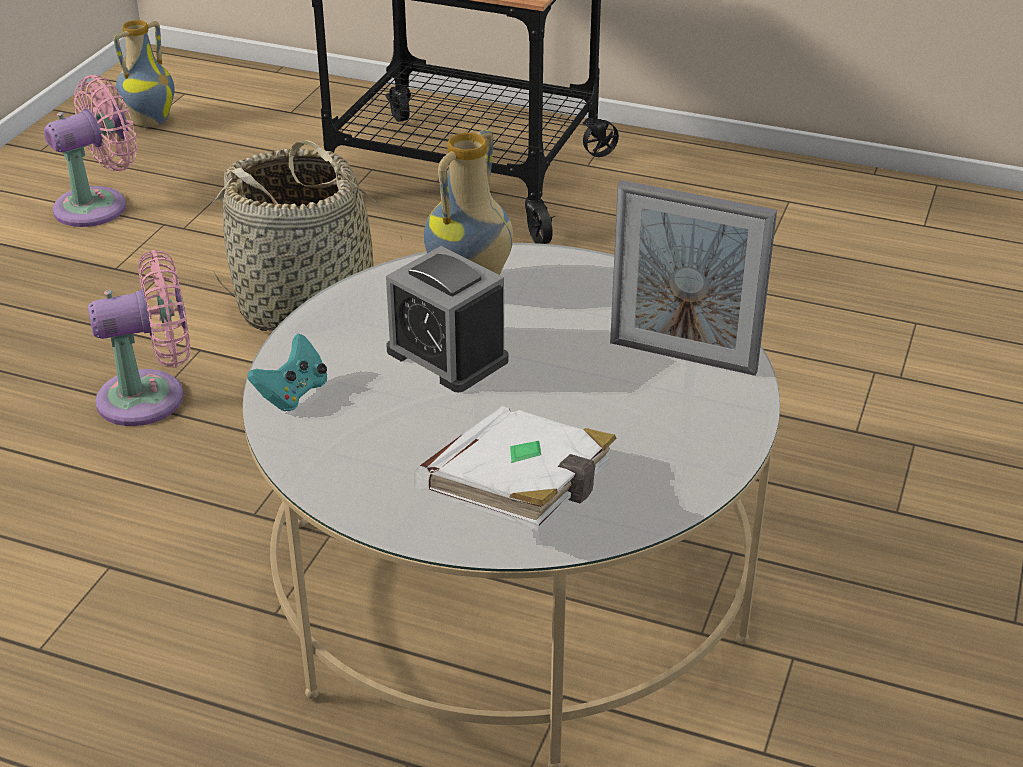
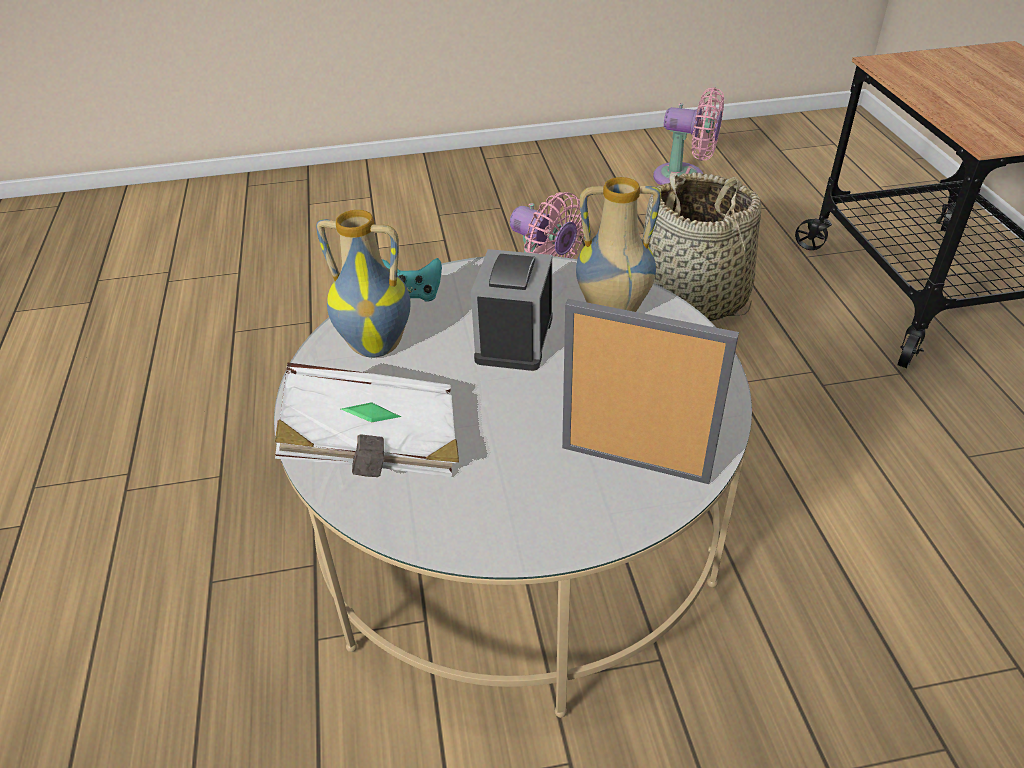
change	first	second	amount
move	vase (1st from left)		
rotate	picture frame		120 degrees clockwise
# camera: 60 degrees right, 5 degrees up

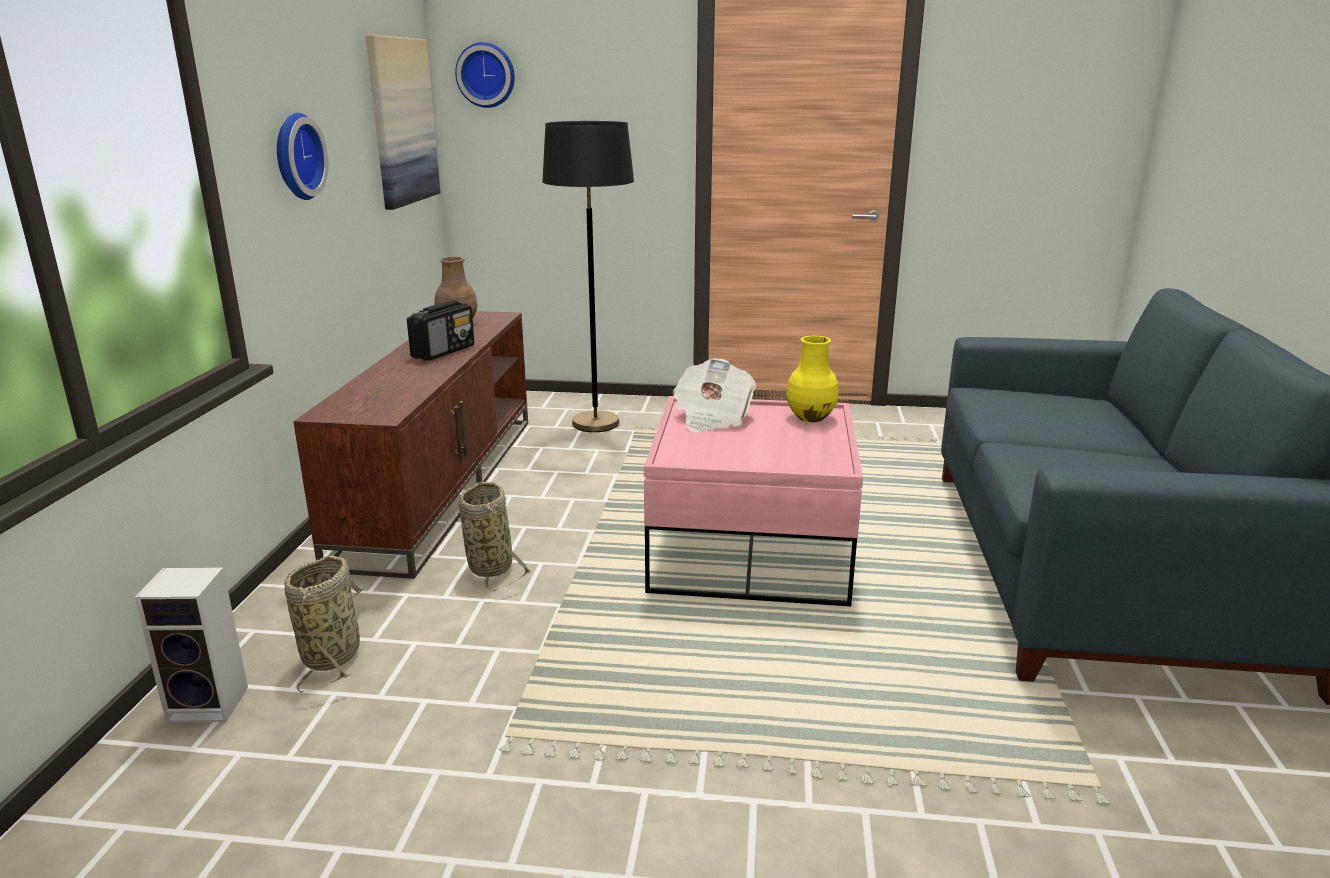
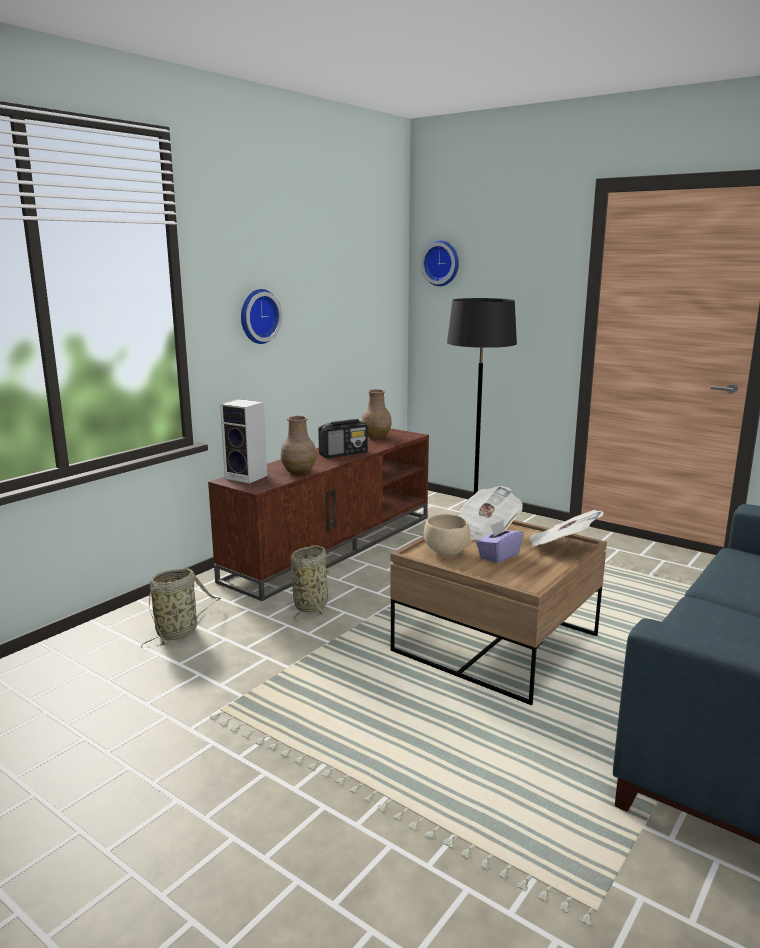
change	first	second	amount
move	speaker		
delete	picture		
recolor	pink coffee table	brown coffee table	
replace	yellow vase	newspaper (2nd from left)	
insert		brown vase (1st from left)	
insert		beige bowl	
insert		purple tissue box	
# camera: 30 degrees right, 5 degrees down

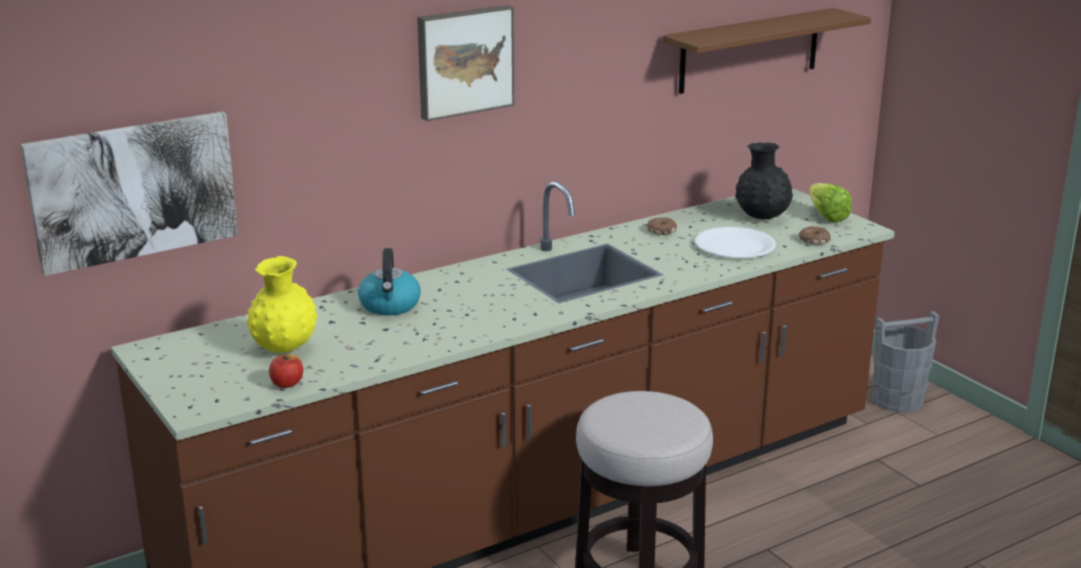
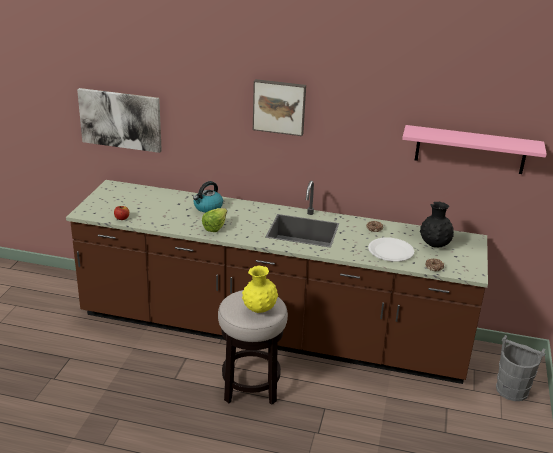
change	first	second	amount
move	yellow vase		
recolor	brown shelf	pink shelf	
move	lettuce		
# camera: 45 degrees right, 5 degrees up

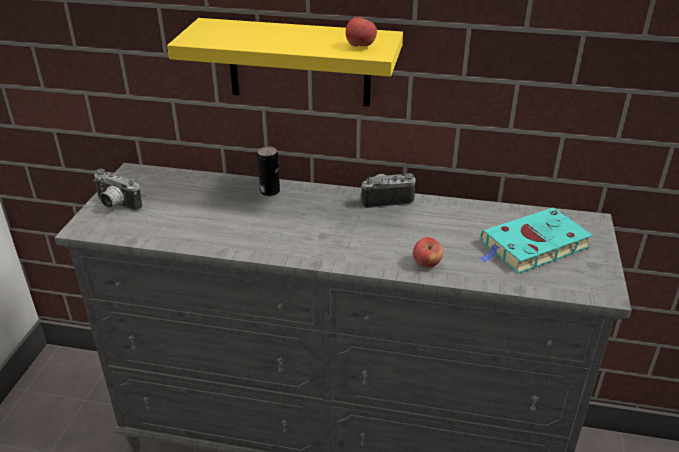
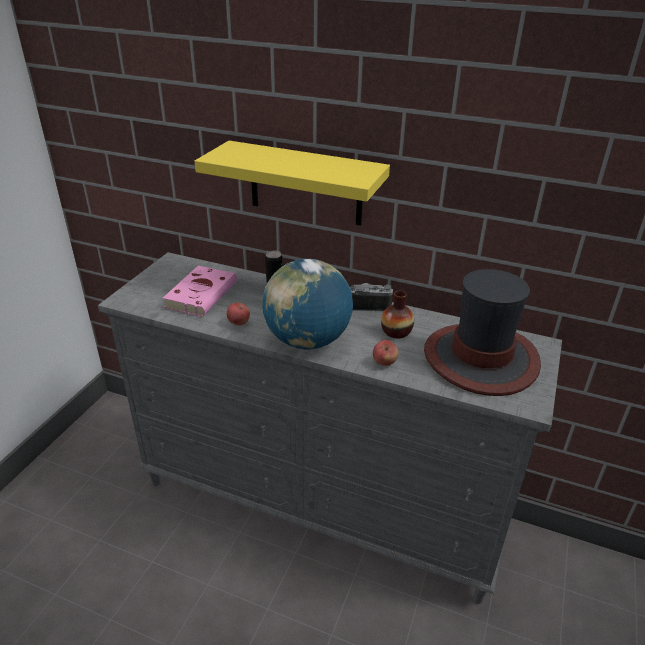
change	first	second	amount
delete	photo camera (1st from left)		
move	apple (1st from left)		
replace	turquoise book	hat	
insert		pink book	
insert		globe	
insert		vase	
# camera: 10 degrees right, 0 degrees up

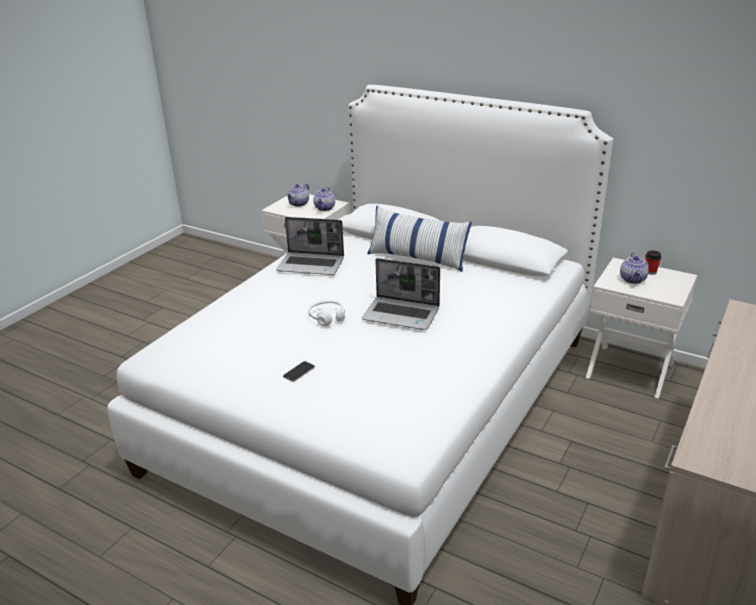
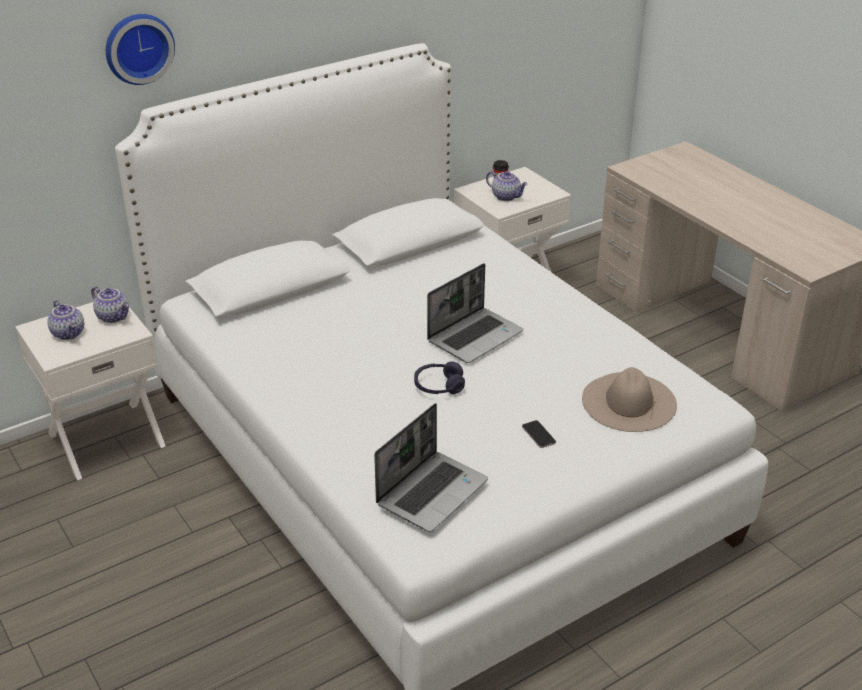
change	first	second	amount
move	laptop (1st from left)		
recolor	white headphones	purple headphones	
delete	pillow		
insert		wall clock	
insert		beige hat	
# camera: 65 degrees left, 5 degrees up

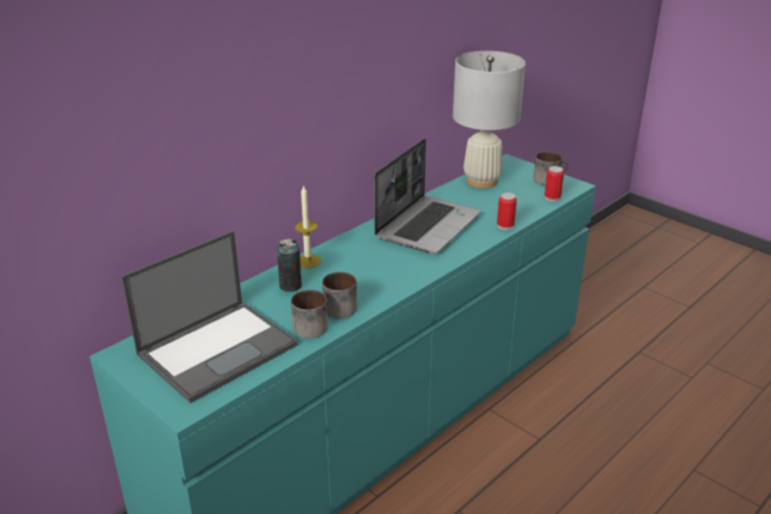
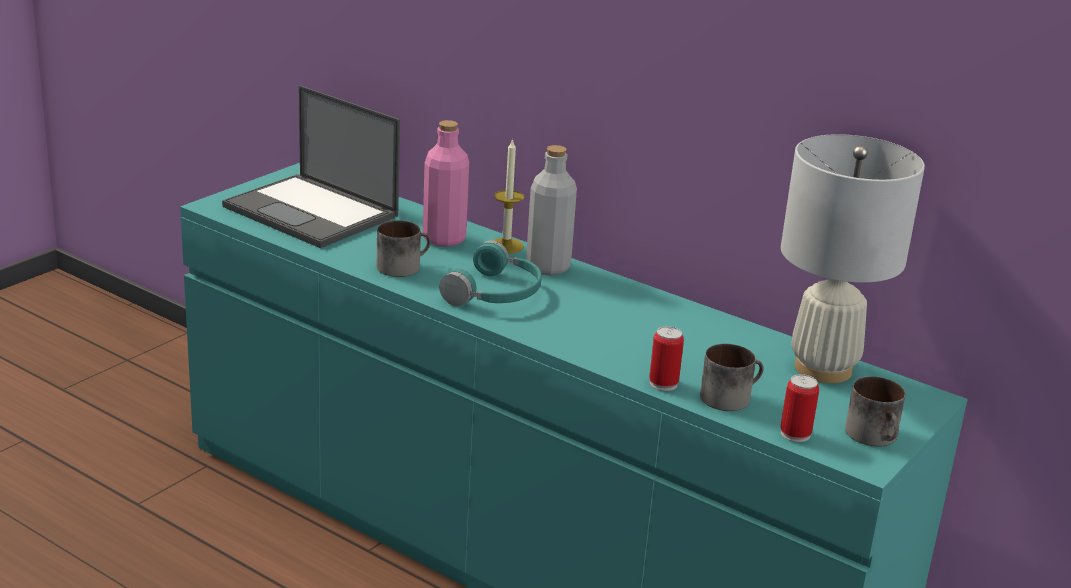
change	first	second	amount
replace	can (1st from left)	pink bottle	
move	mug (1st from left in the first image)	mug (2nd from left)	
delete	laptop (2nd from left)		
insert		turquoise headphones	
insert		grey bottle	
# camera: 80 degrees right, 5 degrees down

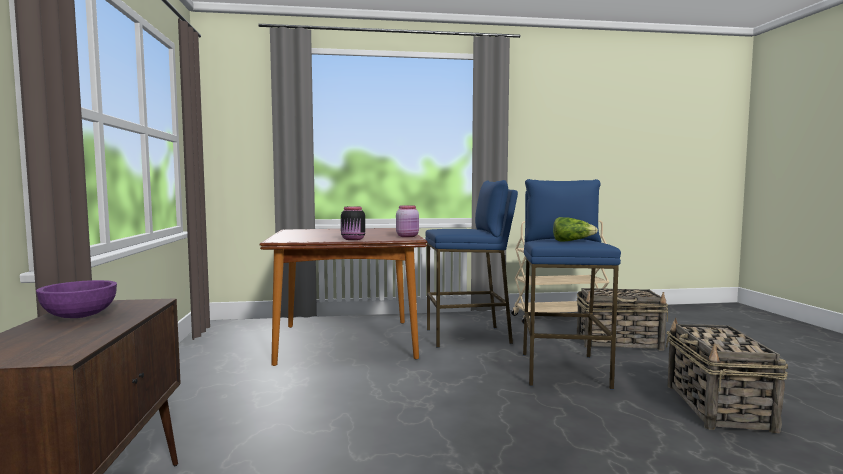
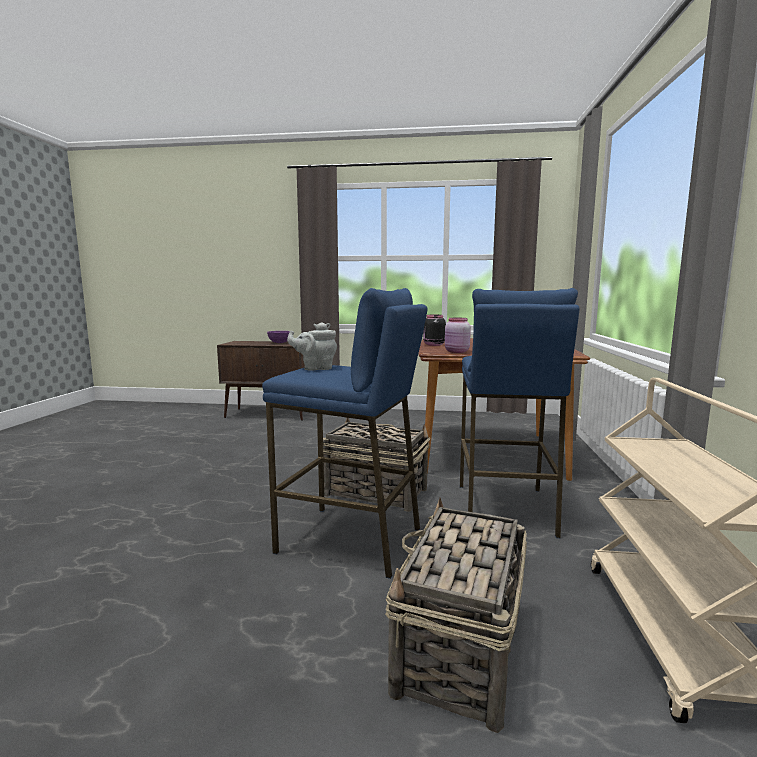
change	first	second	amount
replace	lettuce	grey teapot	
move	basket (2nd from left in the first image)	basket (1st from left)	
# camera: 105 degrees right, 5 degrees up

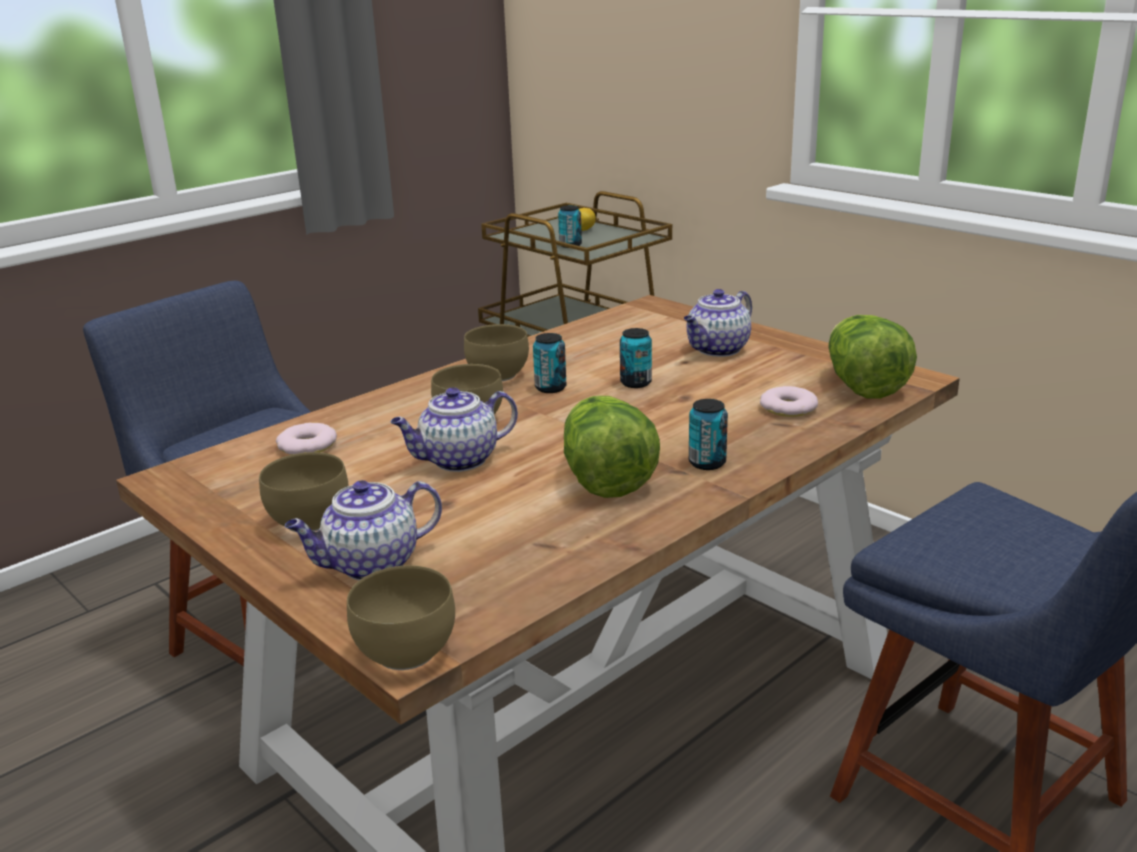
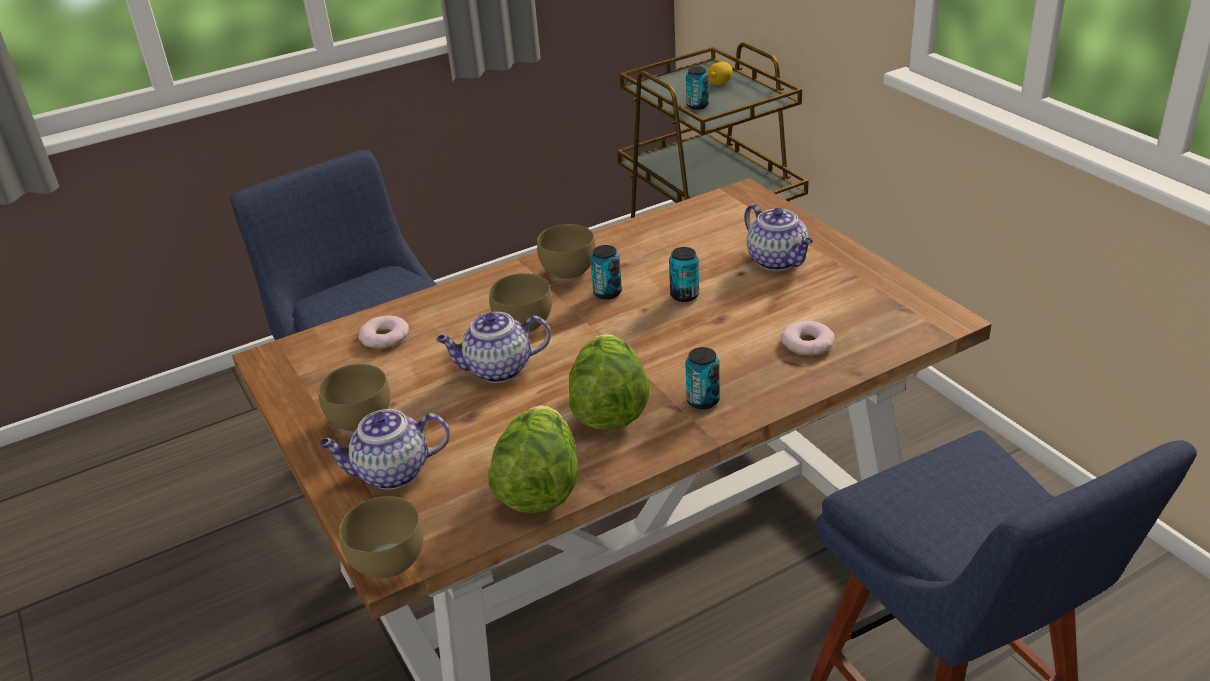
change	first	second	amount
rotate	teapot (3rd from left)		90 degrees counterclockwise
move	lettuce (2nd from left in the first image)	lettuce (1st from left)	
# camera: 15 degrees right, 10 degrees up

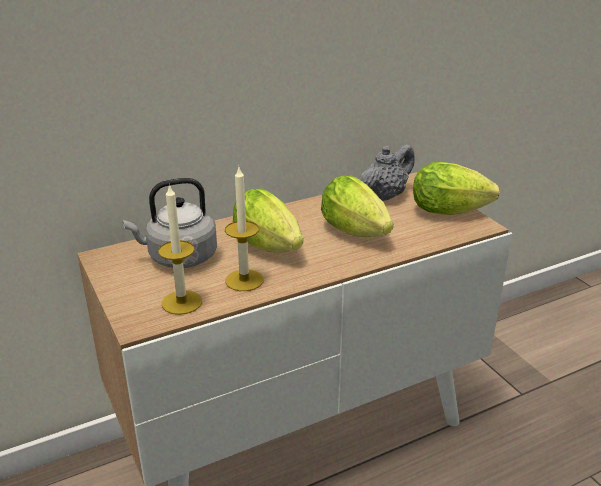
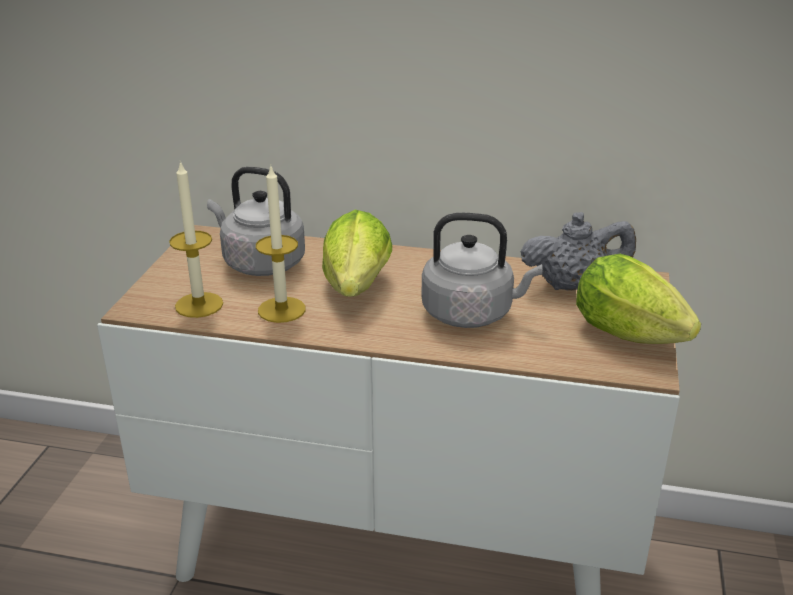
change	first	second	amount
replace	lettuce (2nd from left)	grey kettle (2nd from left)	
# camera: 40 degrees right, 0 degrees up

